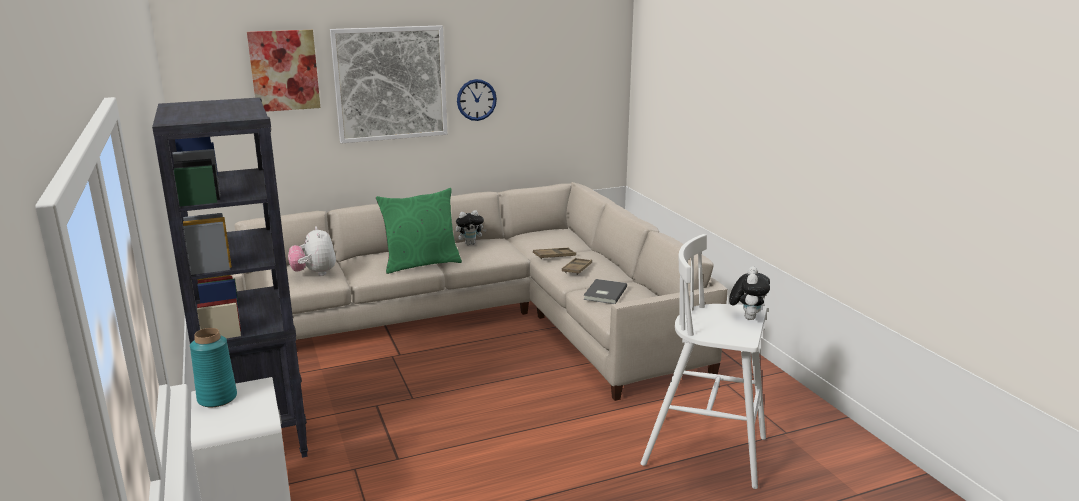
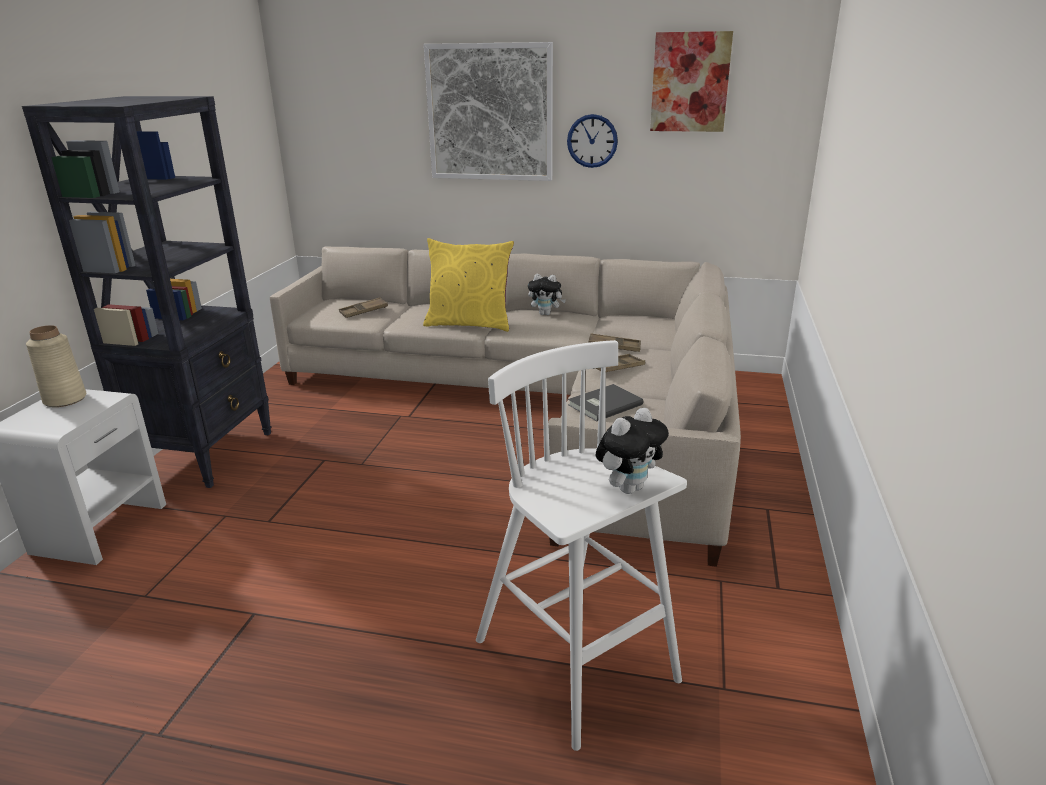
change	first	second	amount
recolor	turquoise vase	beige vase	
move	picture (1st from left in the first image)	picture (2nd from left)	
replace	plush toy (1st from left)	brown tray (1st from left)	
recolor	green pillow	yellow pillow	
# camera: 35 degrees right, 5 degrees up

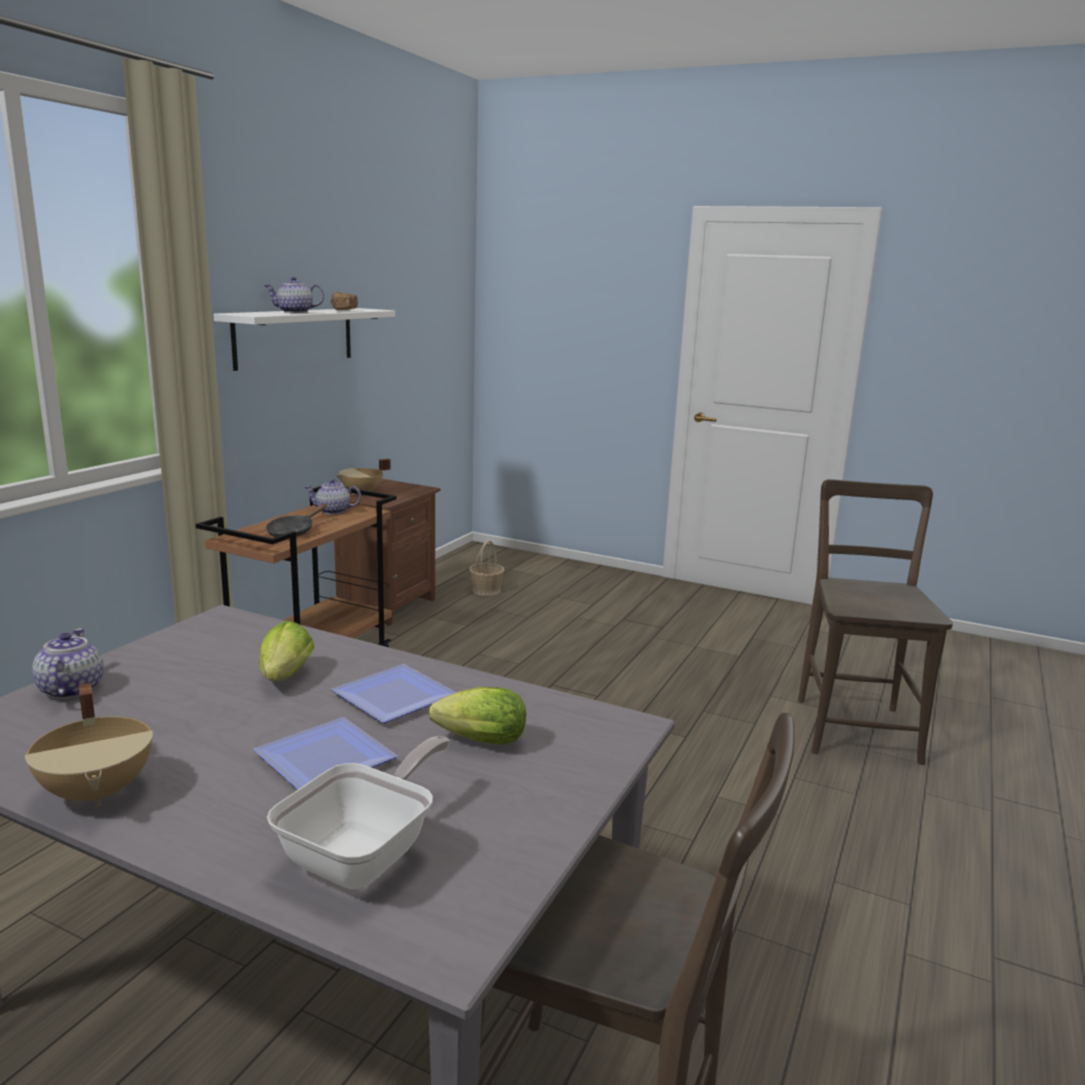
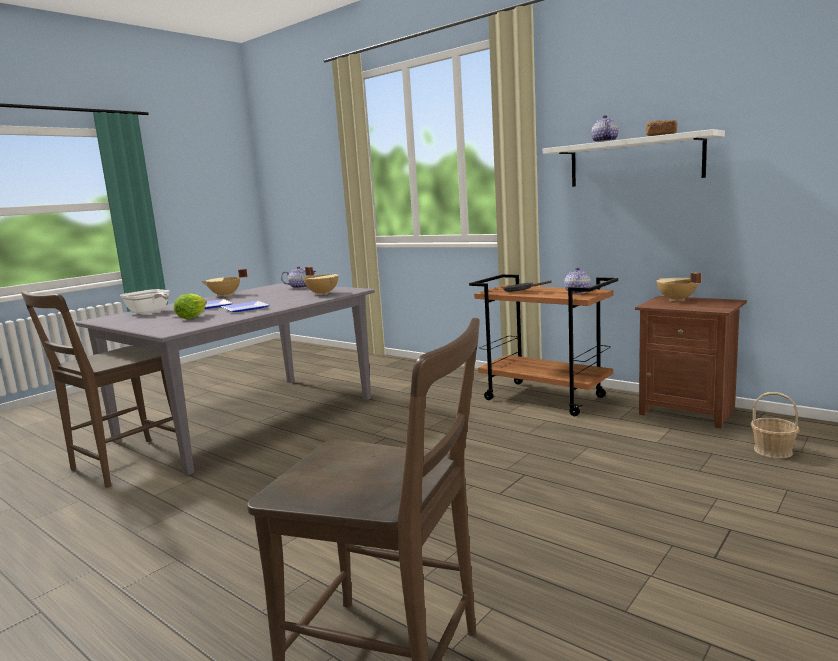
change	first	second	amount
delete	lettuce (1st from left)		
insert		beige cooking pot (2nd from left)	
# camera: 105 degrees right, 5 degrees down

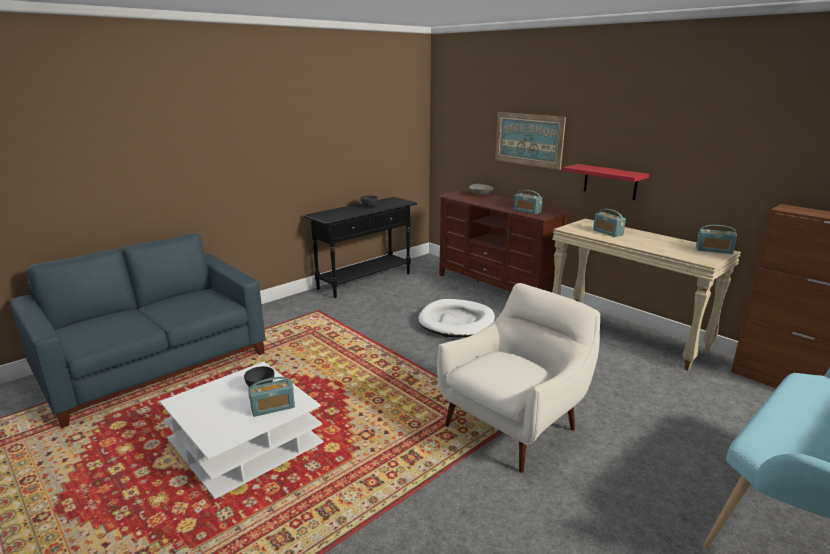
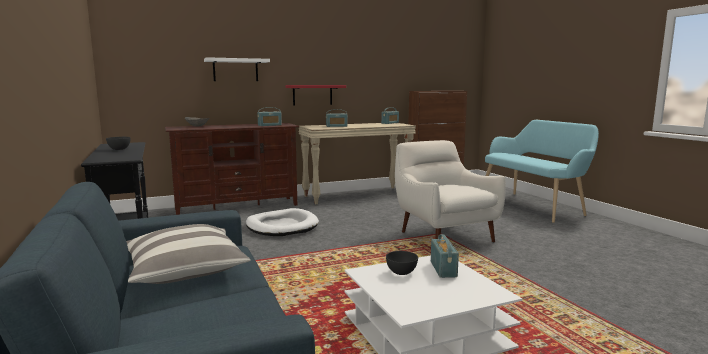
change	first	second	amount
replace	picture	white shelf	
insert		pillow	
# camera: 70 degrees left, 10 degrees down

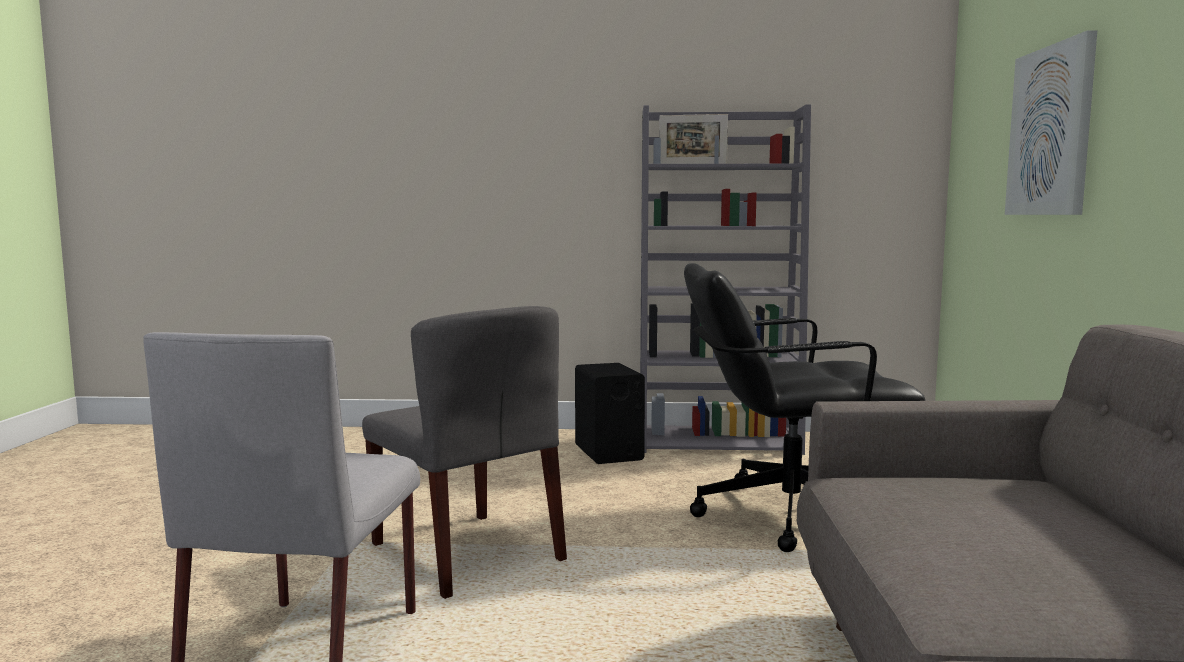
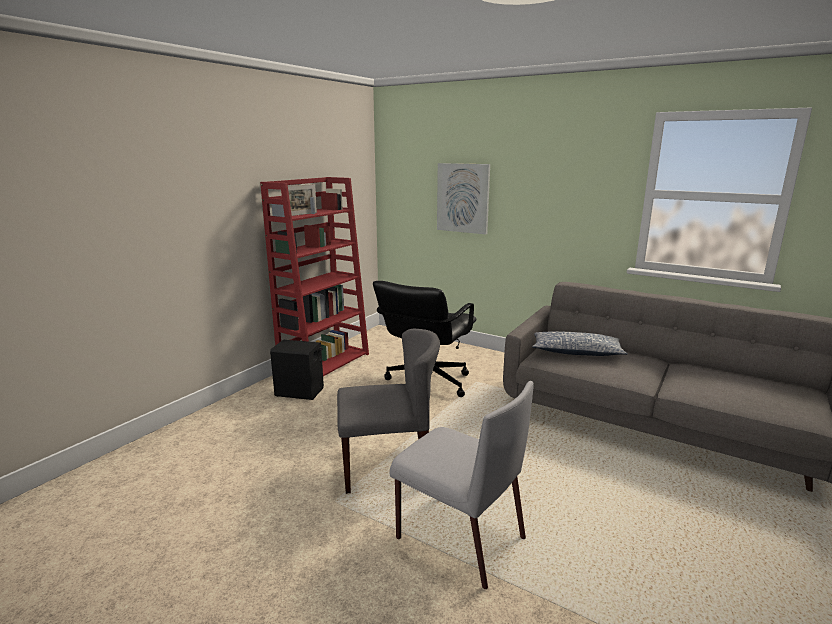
change	first	second	amount
recolor	grey bookcase	red bookcase	
insert		pillow	
# camera: 60 degrees left, 10 degrees up

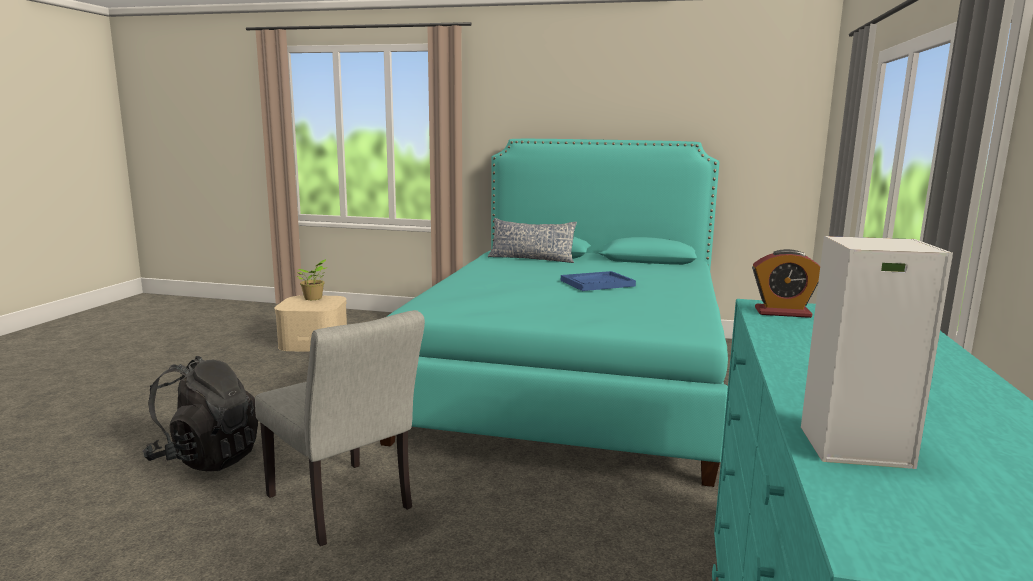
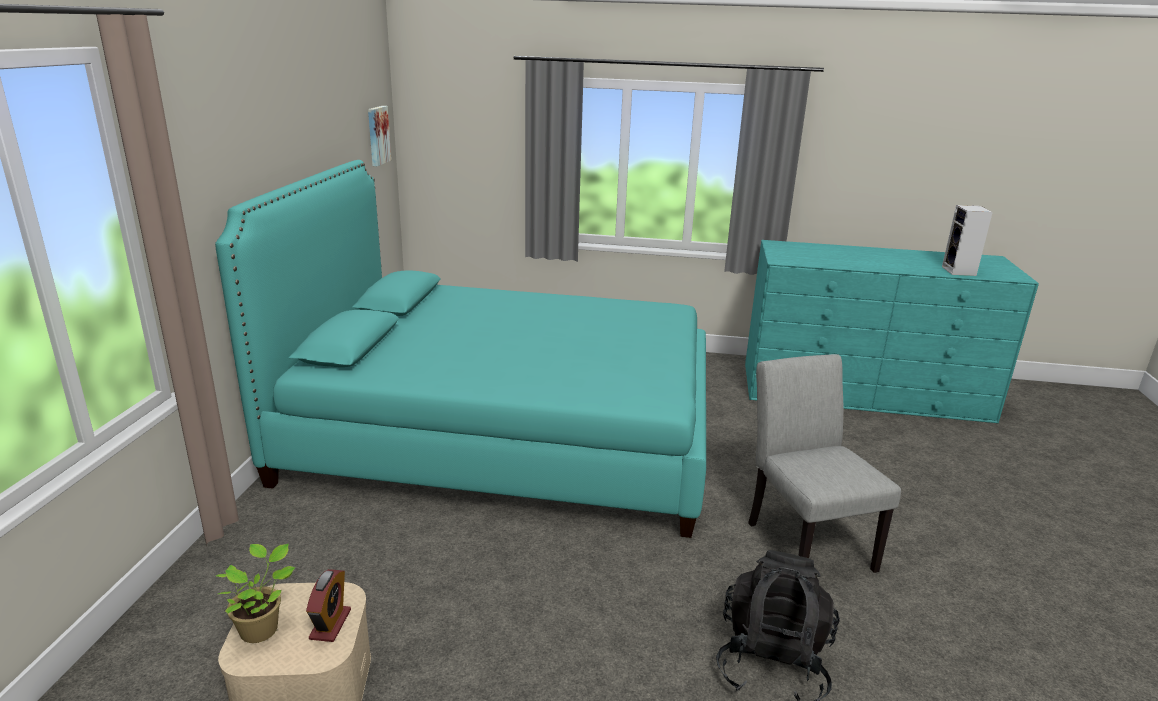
change	first	second	amount
rotate	grey chair		60 degrees counterclockwise
delete	pillow		
delete	blue tray		
move	alarm clock		
insert		picture	
# camera: 95 degrees left, 10 degrees up

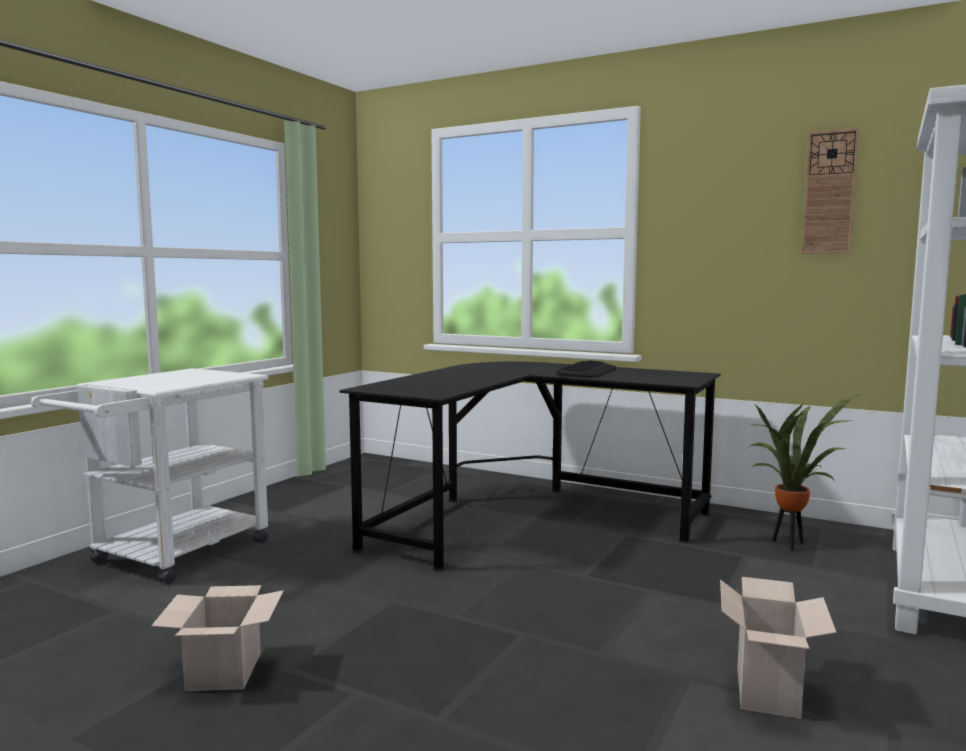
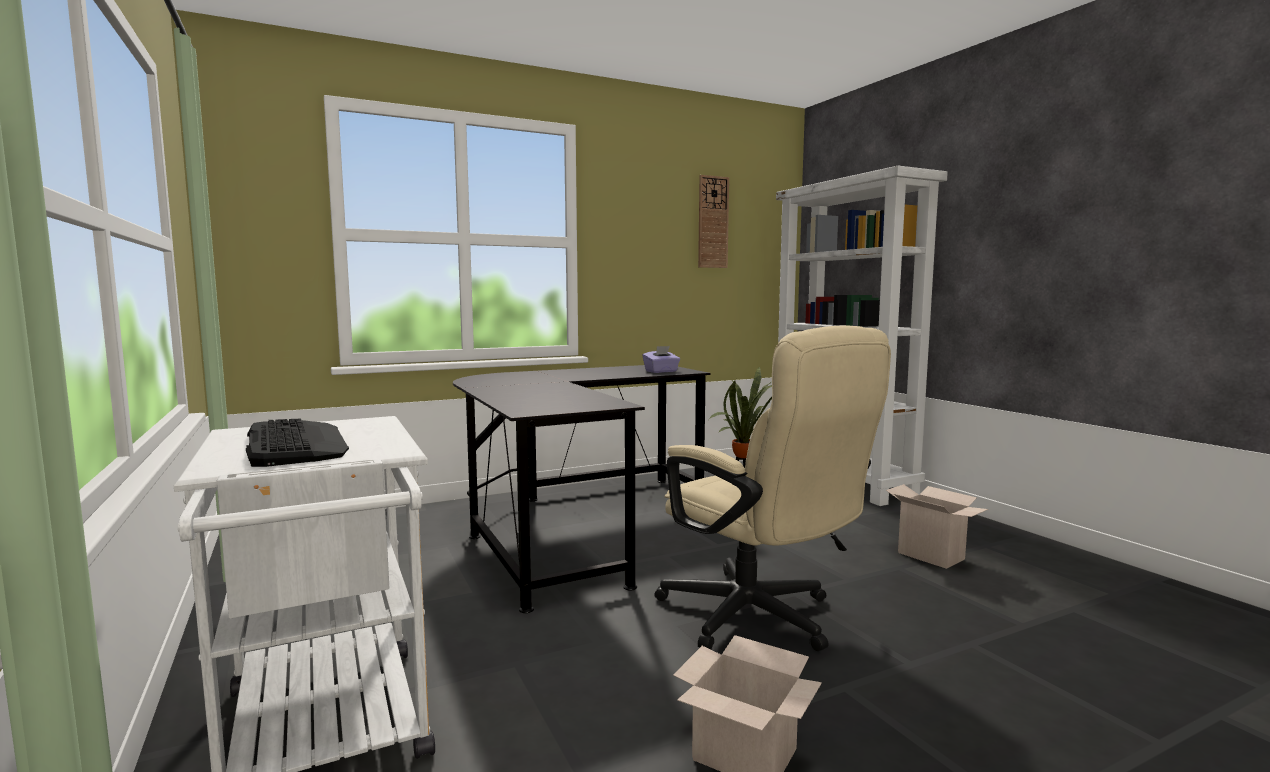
change	first	second	amount
move	keyboard		
insert		purple tissue box	
insert		beige office chair	
# camera: 55 degrees left, 0 degrees up

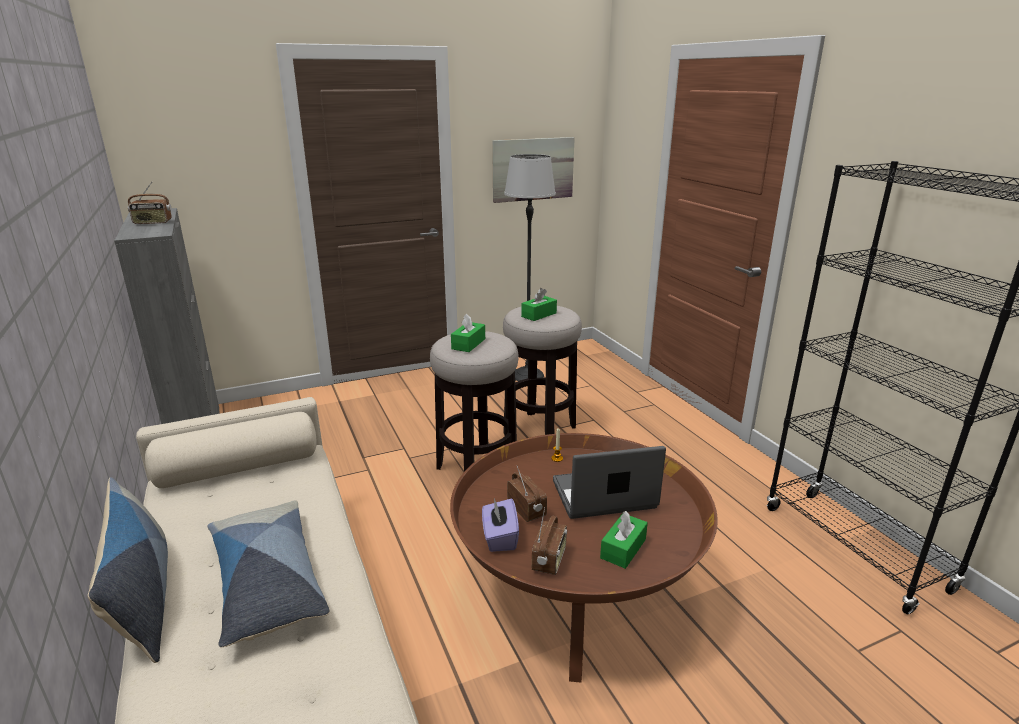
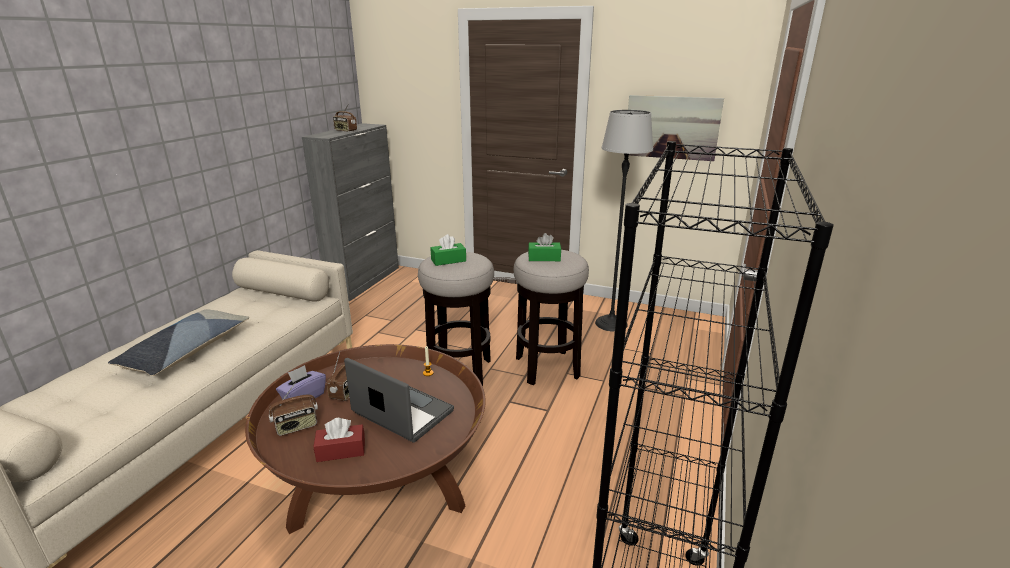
change	first	second	amount
delete	pillow (1st from left)		
recolor	green tissue box (3rd from left)	red tissue box	
# camera: 45 degrees right, 0 degrees up

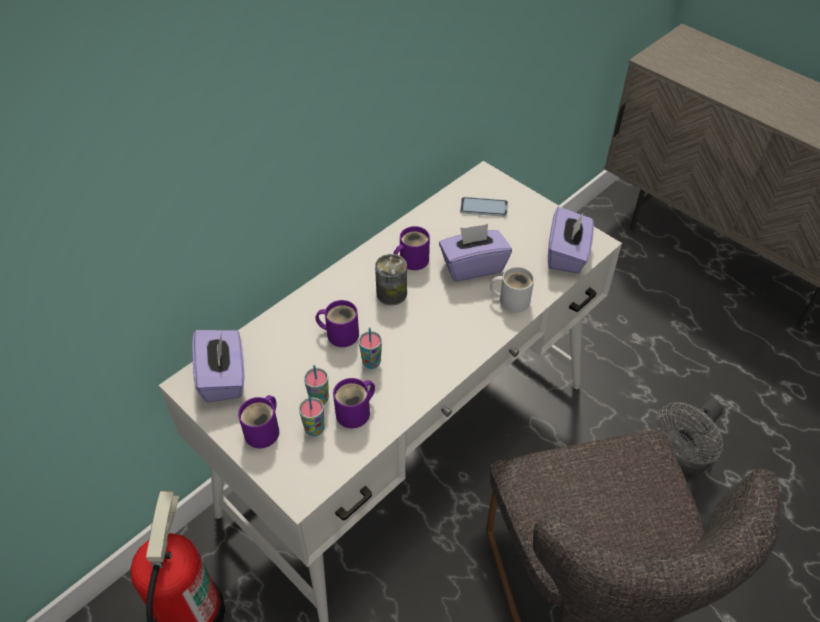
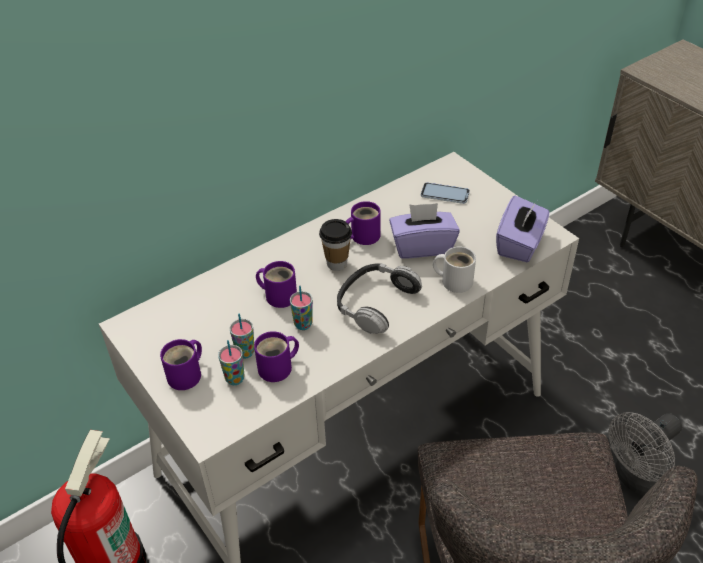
change	first	second	amount
delete	purple tissue box (1st from left)		
replace	can	cup (4th from left)	
insert		headphones	
# camera: 10 degrees right, 5 degrees down

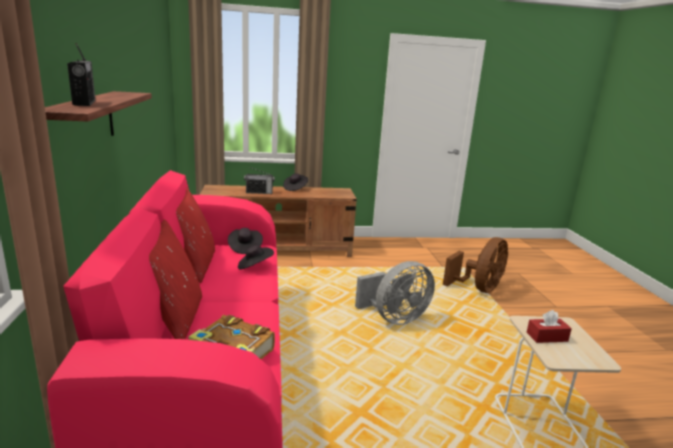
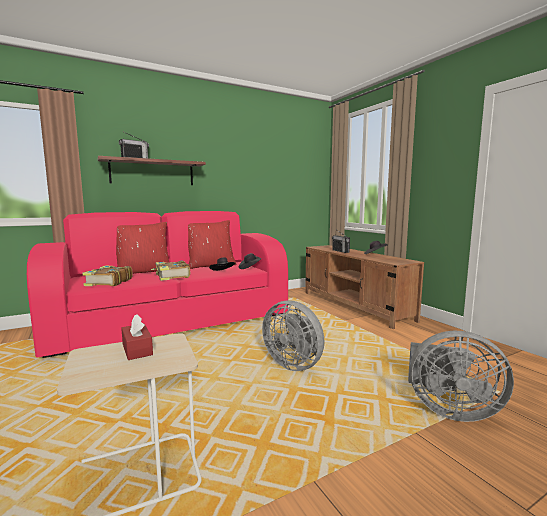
change	first	second	amount
recolor	brown fan	grey fan (2nd from left)	
insert		book (2nd from left)	
# camera: 70 degrees right, 10 degrees down

